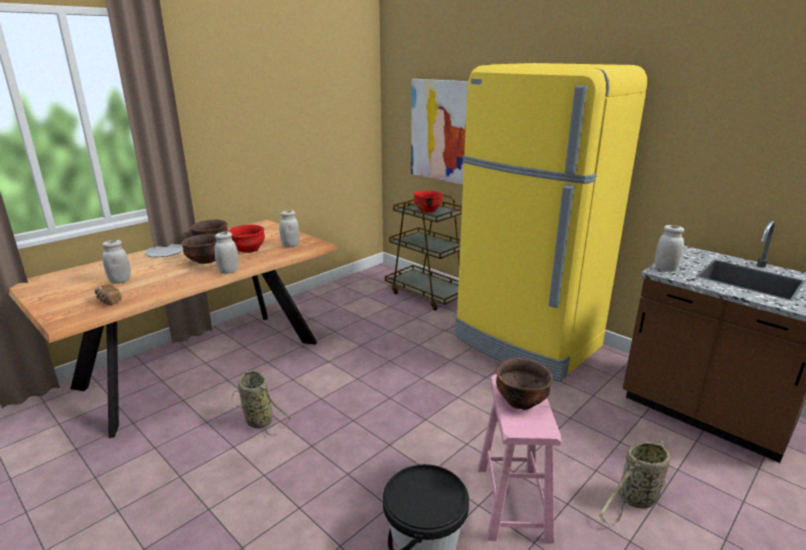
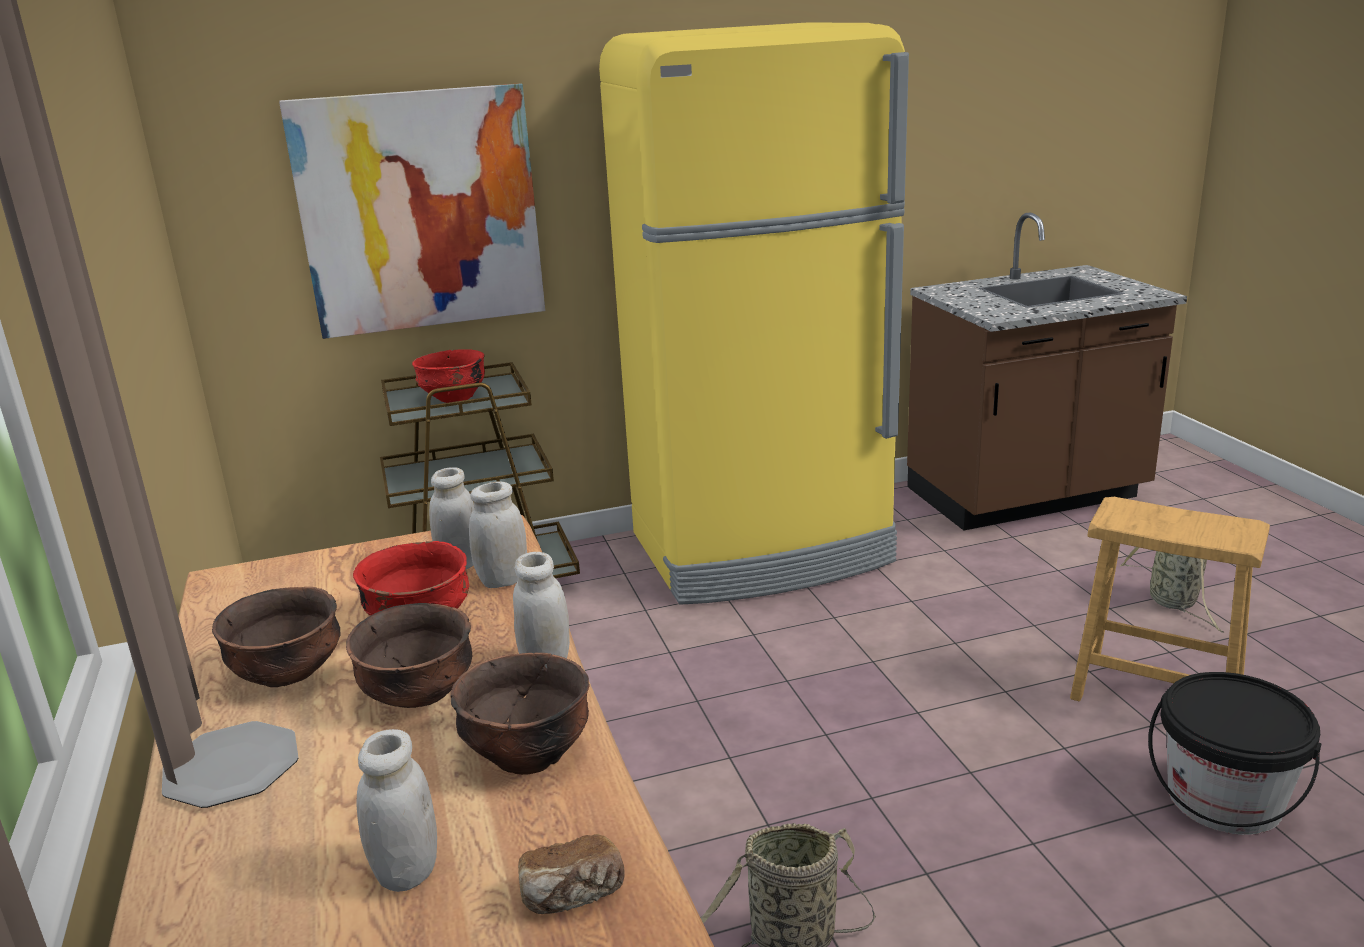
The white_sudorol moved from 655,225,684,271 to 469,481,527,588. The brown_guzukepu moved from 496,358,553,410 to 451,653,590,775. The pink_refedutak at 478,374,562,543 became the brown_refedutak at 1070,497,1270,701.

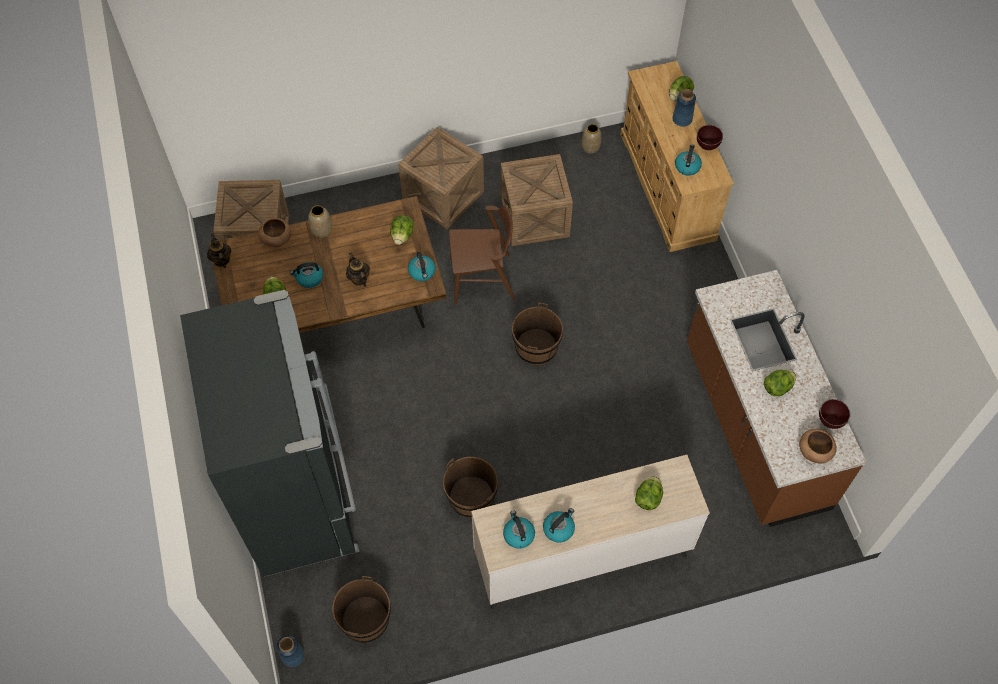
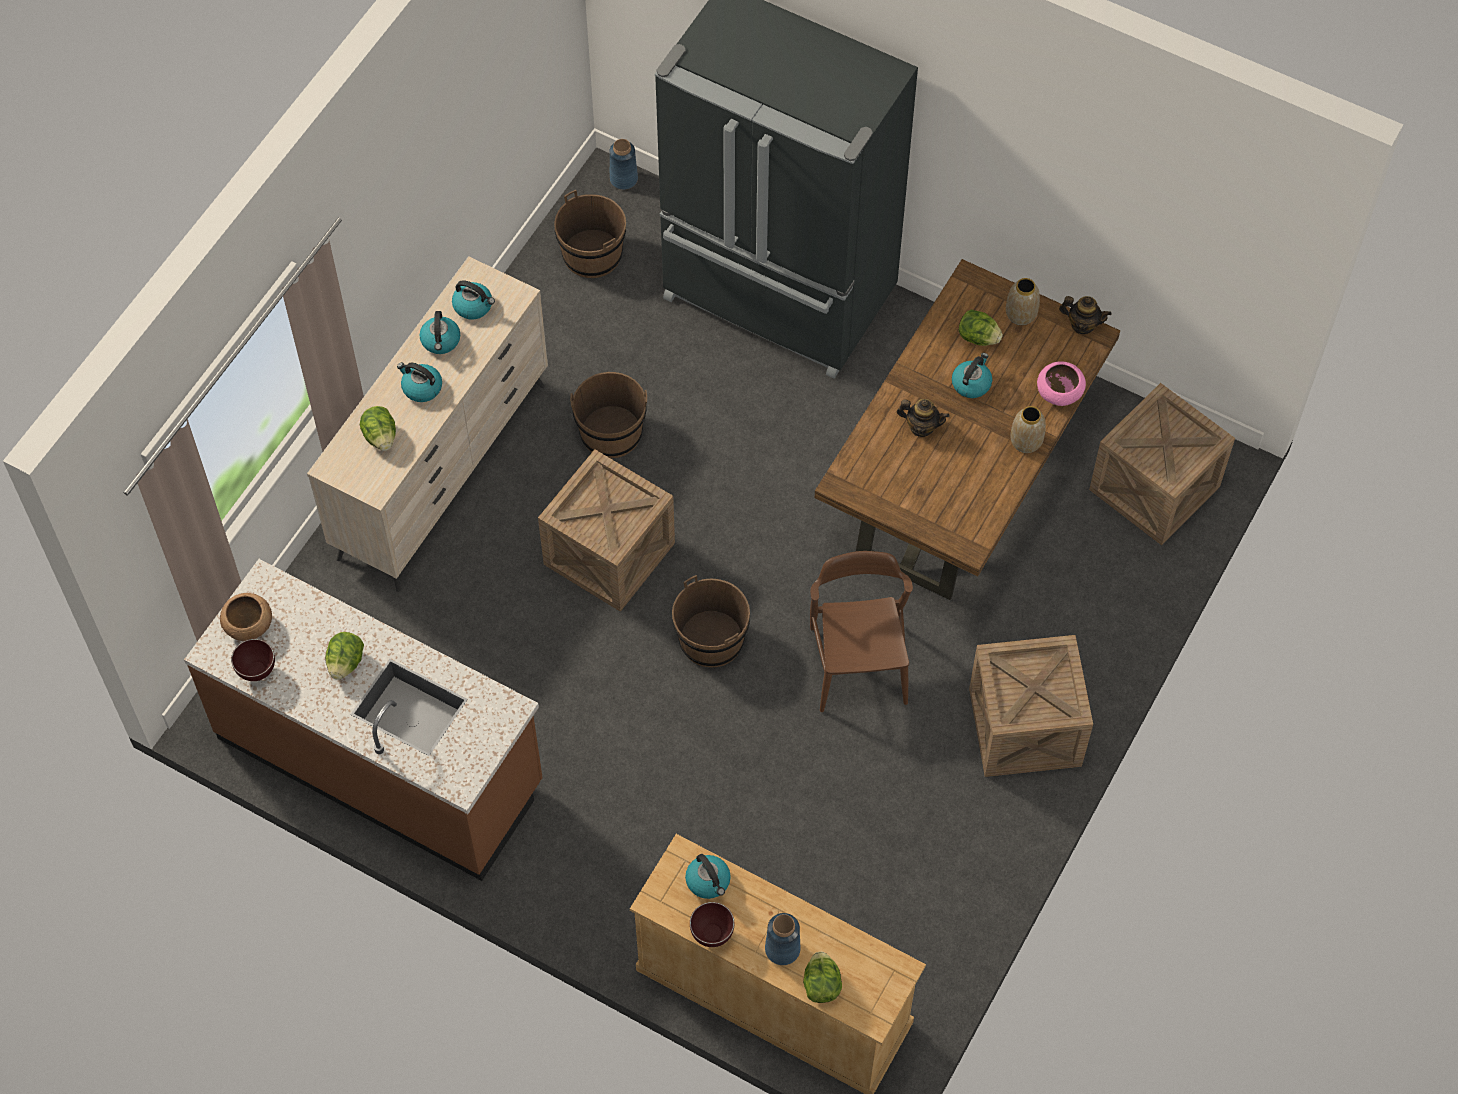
The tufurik moved from 581,124,601,154 to 1006,278,1040,325. The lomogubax moved from 501,154,573,246 to 538,449,675,612. The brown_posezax at 449,205,515,305 turned 135 degrees clockwise. The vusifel at 390,215,414,245 disappeared. The brown_guzukepu at 258,218,291,247 became the pink_guzukepu at 1037,361,1086,406. The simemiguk moved from 408,252,436,281 to 397,362,442,402.

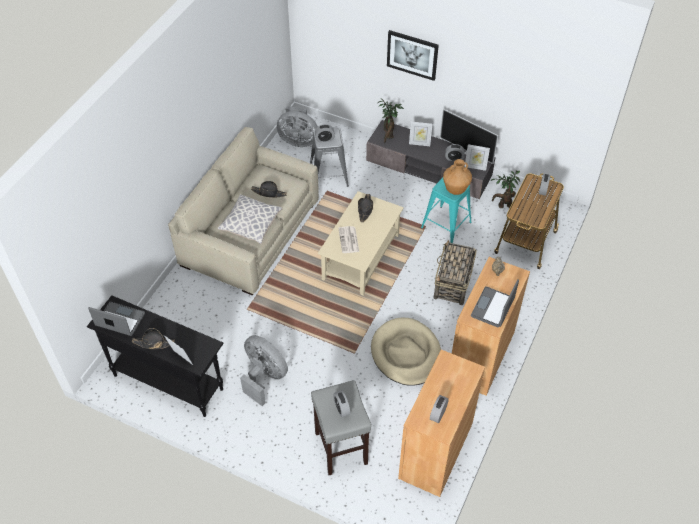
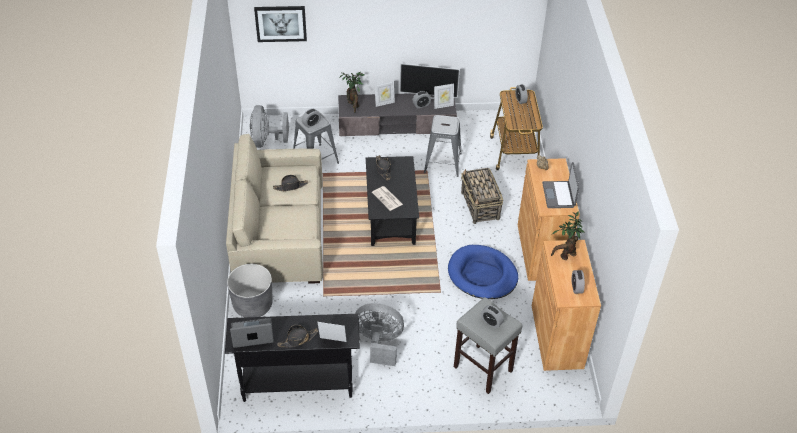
The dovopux moved from 387,30,439,81 to 254,6,307,42. The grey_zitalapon at 277,106,318,147 turned 105 degrees clockwise. The brown_tufurik at 443,159,472,195 disappeared. The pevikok moved from 490,170,520,208 to 551,211,585,260. The turquoise_refedutak at 421,178,472,243 became the grey_refedutak at 424,115,461,177. The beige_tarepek at 318,191,404,296 became the black_tarepek at 366,156,419,246. The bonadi at 218,194,283,244 disappeared. The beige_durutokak at 371,317,441,386 became the blue_durutokak at 448,245,518,299. The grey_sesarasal at 227,264,273,317 appeared.

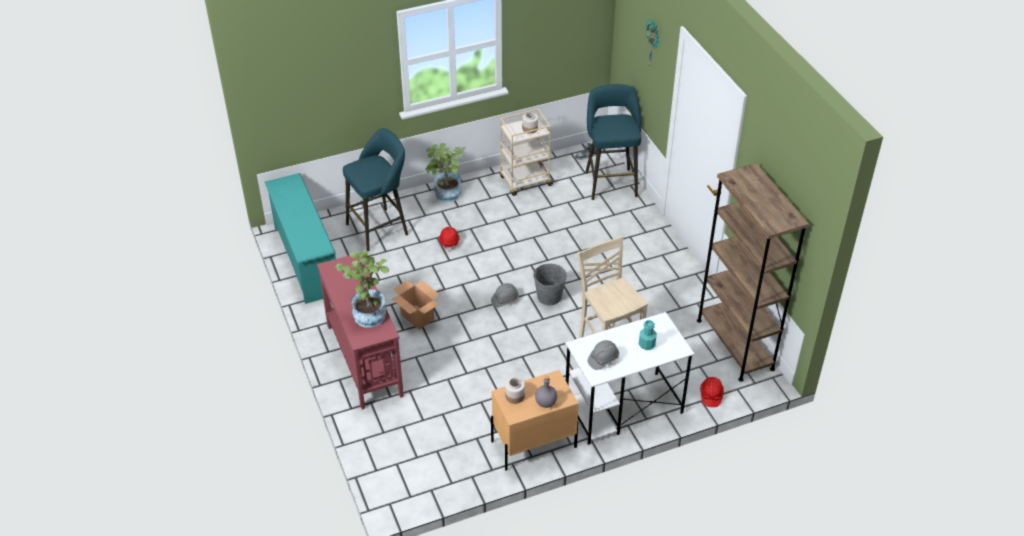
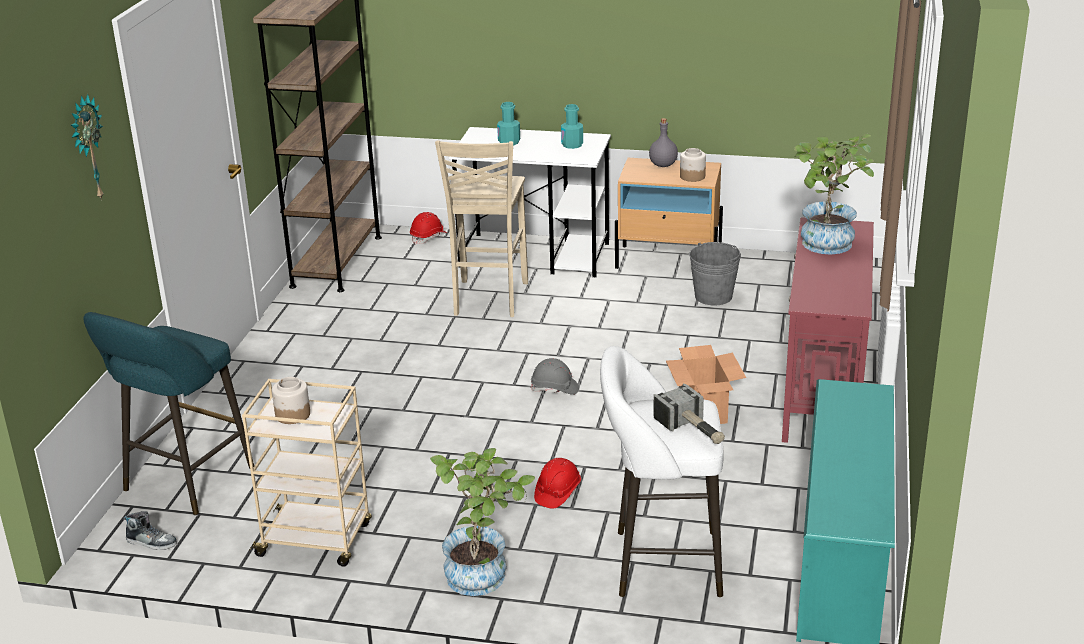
The turquoise_refedutak at 343,128,408,251 became the white_refedutak at 600,346,724,597. The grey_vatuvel moved from 533,263,567,305 to 689,242,741,305. The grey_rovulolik at 587,340,619,370 was replaced by the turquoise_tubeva at 561,104,583,149. The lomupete at 653,384,725,444 appeared.

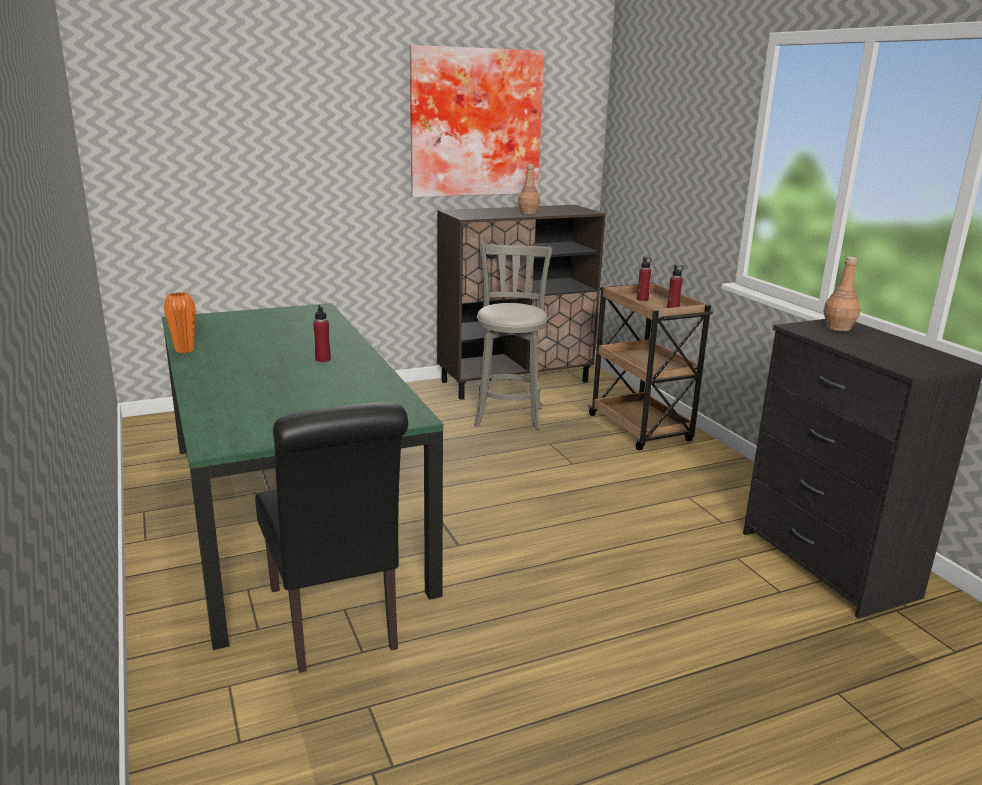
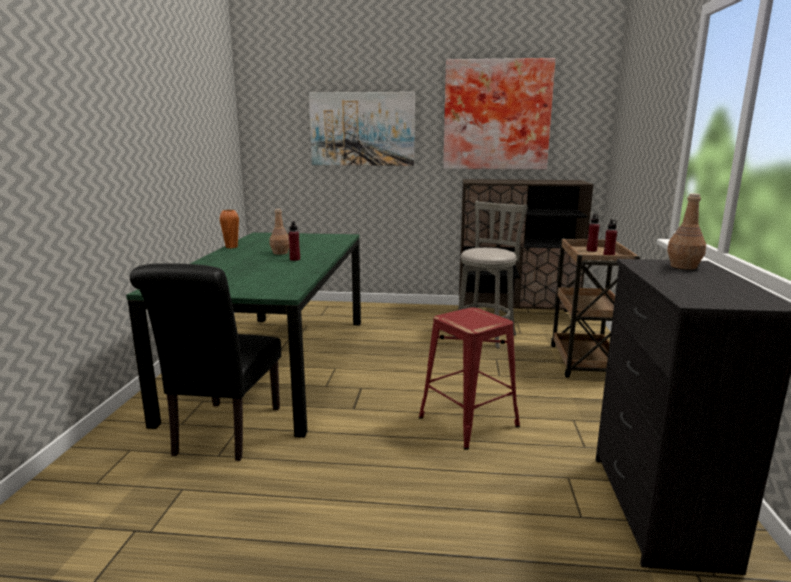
The brown_tubeva moved from 518,164,540,214 to 269,209,289,255. The dovopux at 309,92,415,166 appeared. The red_refedutak at 419,307,520,450 appeared.

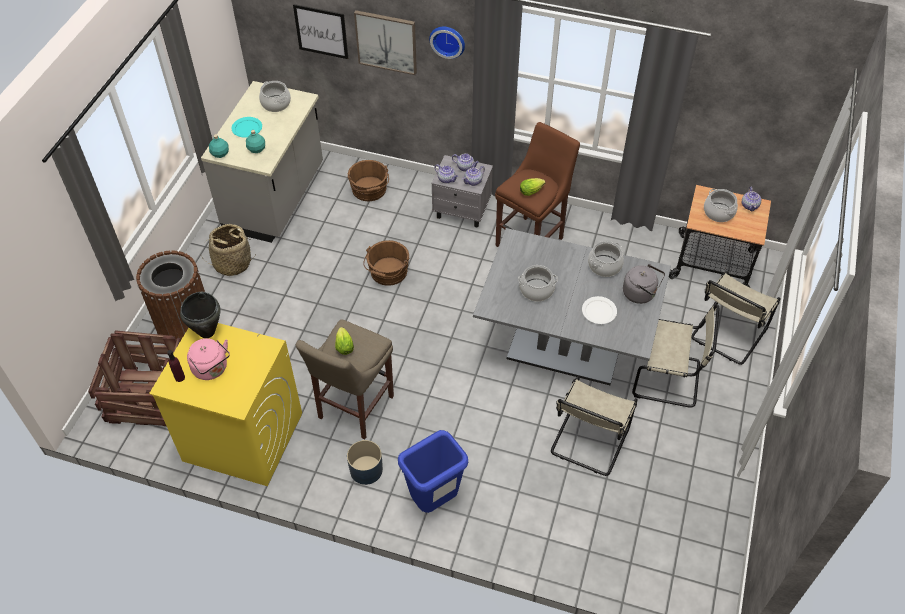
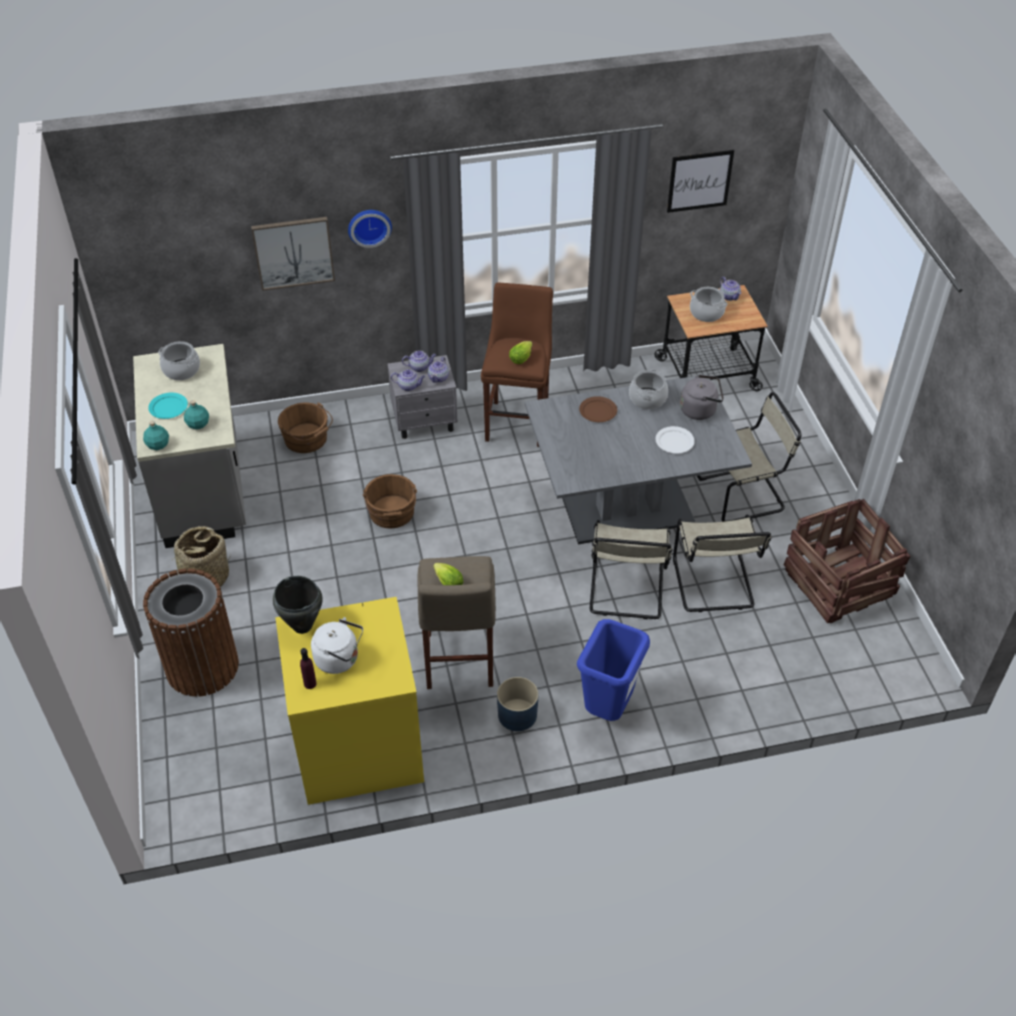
The dovopux moved from 293,4,348,59 to 667,150,734,213. The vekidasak at 518,265,558,302 disappeared. The beige_posezax moved from 691,271,781,365 to 590,520,673,619. The lomogubax moved from 88,330,181,426 to 784,499,911,624. The pink_simemiguk at 187,338,230,380 became the white_simemiguk at 311,617,363,674. The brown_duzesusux at 579,396,617,422 appeared.

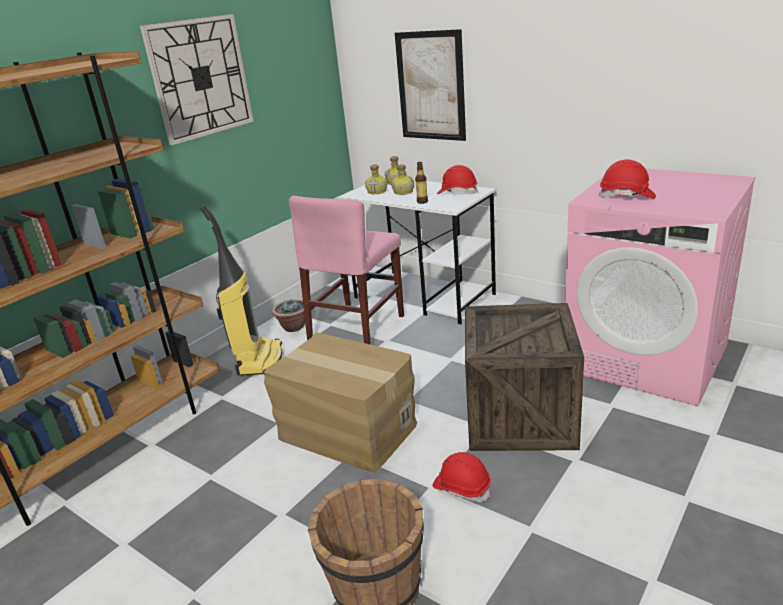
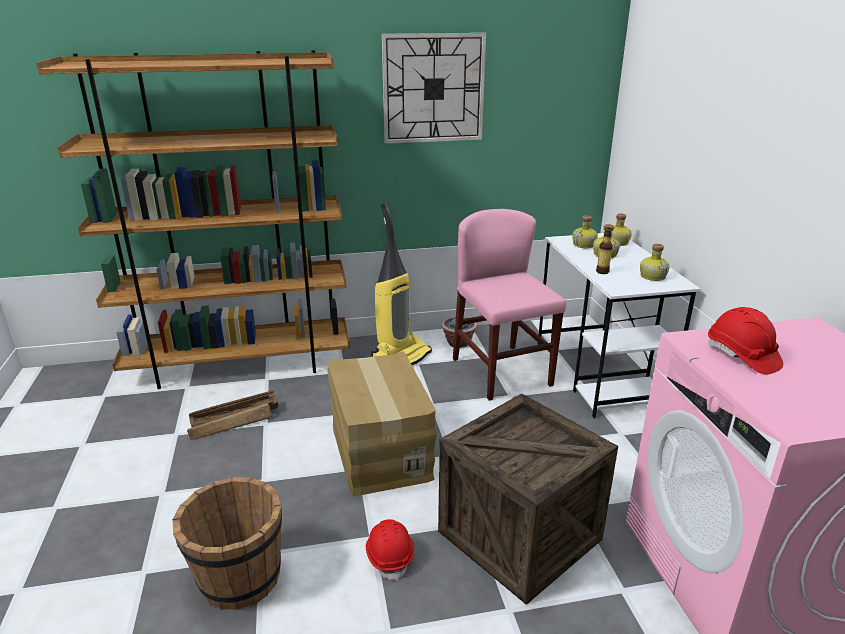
The dovopux at 395,29,466,141 disappeared. The red_rovulolik at 437,165,478,194 was replaced by the tubeva at 640,244,669,281. The pink_posezax at 289,196,404,345 turned 90 degrees clockwise. The lomogubax at 187,391,278,440 appeared.

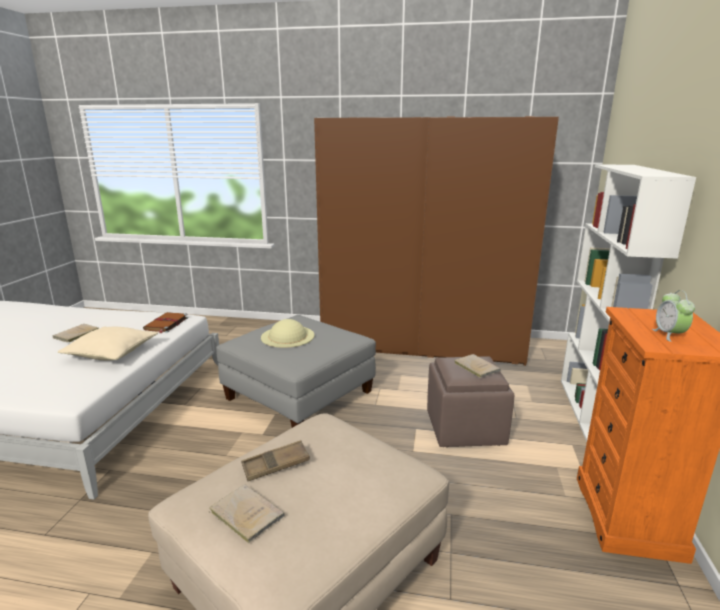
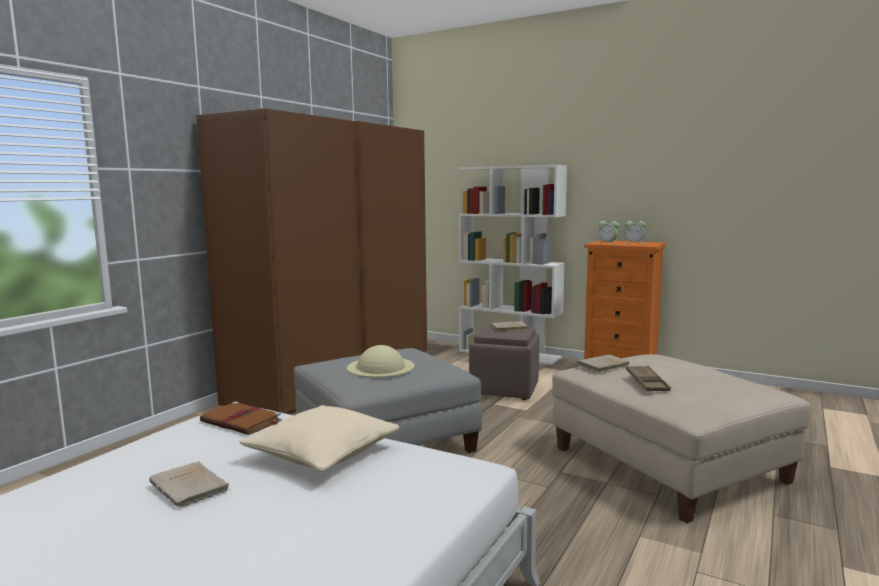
The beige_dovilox moved from 209,485,285,543 to 577,355,630,372. The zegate at 598,221,619,245 appeared.

